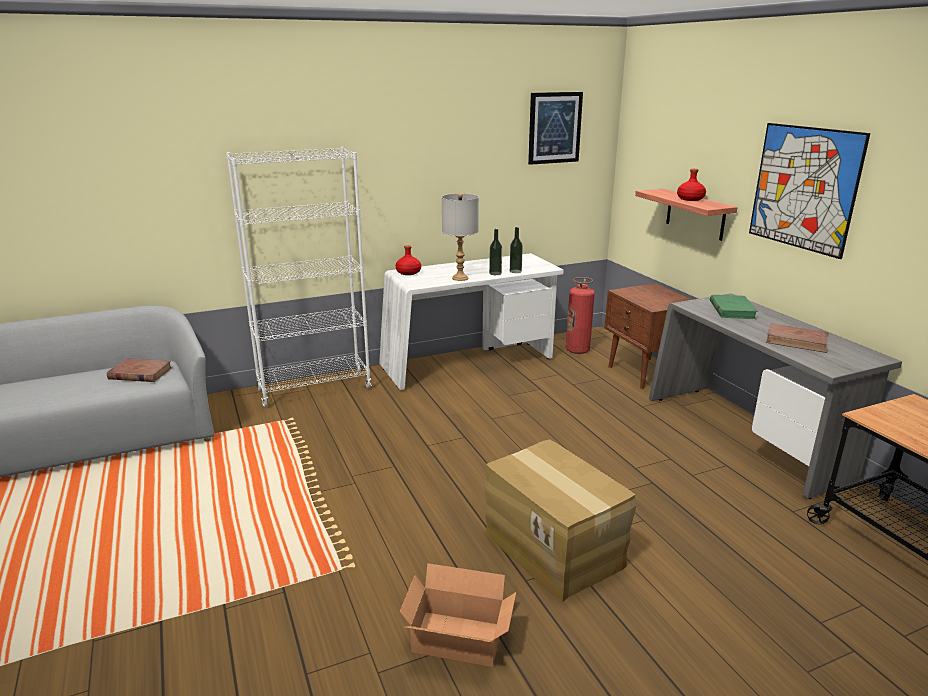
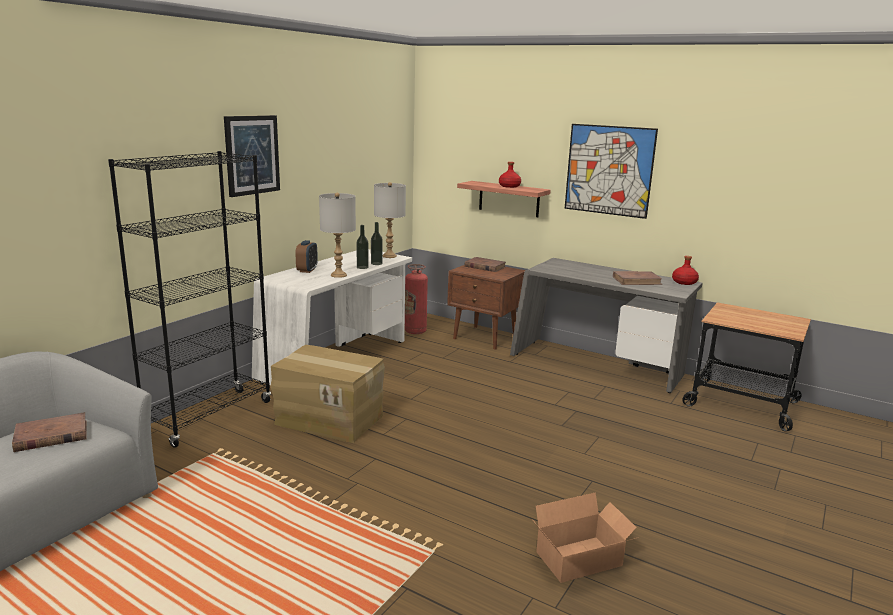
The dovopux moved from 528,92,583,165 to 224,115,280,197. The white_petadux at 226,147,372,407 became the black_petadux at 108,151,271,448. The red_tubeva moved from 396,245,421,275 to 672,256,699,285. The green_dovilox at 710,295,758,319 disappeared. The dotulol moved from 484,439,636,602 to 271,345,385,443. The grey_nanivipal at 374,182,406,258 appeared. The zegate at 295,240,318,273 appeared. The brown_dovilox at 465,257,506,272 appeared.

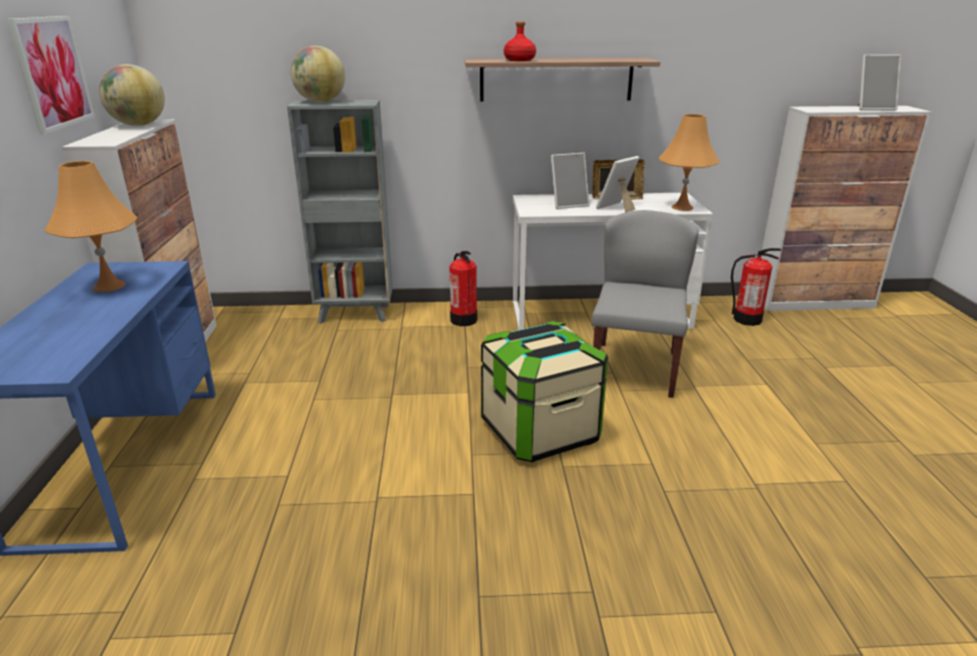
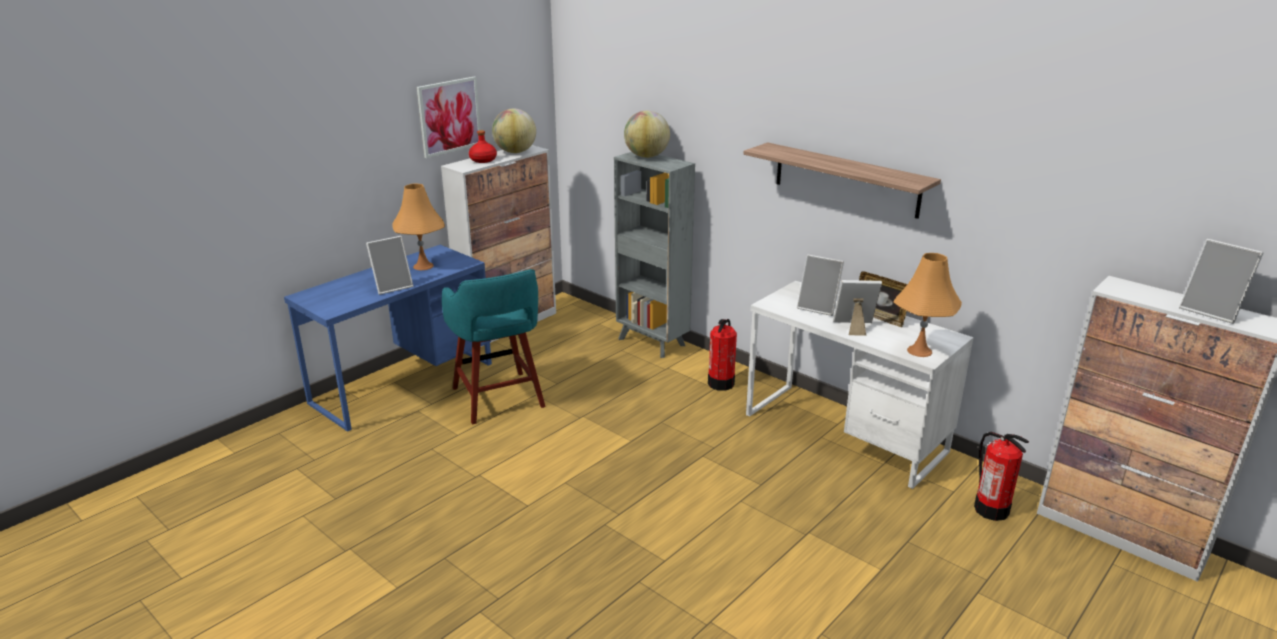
The red_tubeva moved from 504,22,536,61 to 469,130,497,163. The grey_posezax at 592,210,699,398 disappeared. The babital at 481,321,608,462 disappeared. The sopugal at 366,236,413,295 appeared. The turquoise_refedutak at 442,269,546,425 appeared.

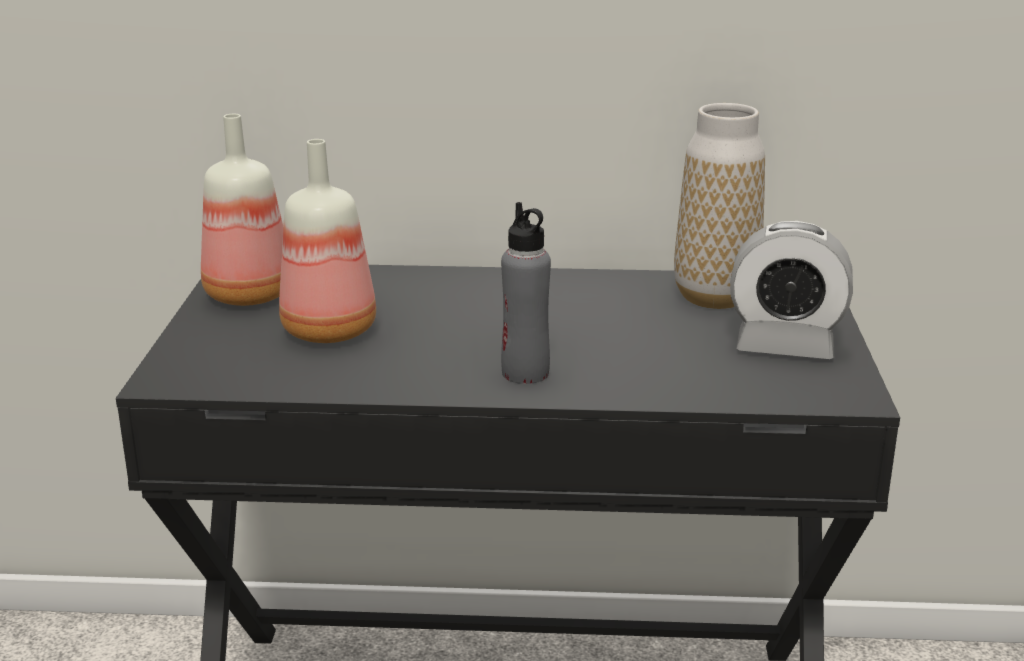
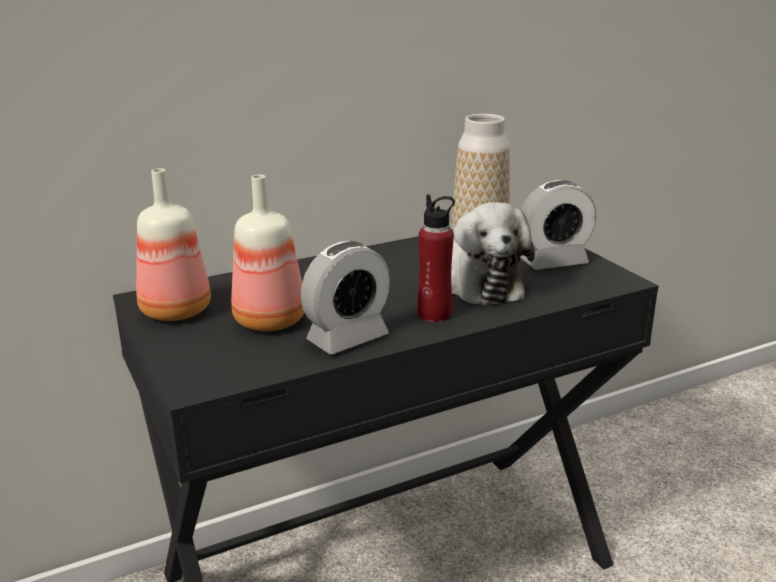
The grey_tubeva at 501,202,551,384 became the red_tubeva at 418,194,455,322. The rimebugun at 451,202,535,306 appeared. The zegate at 301,241,390,354 appeared.

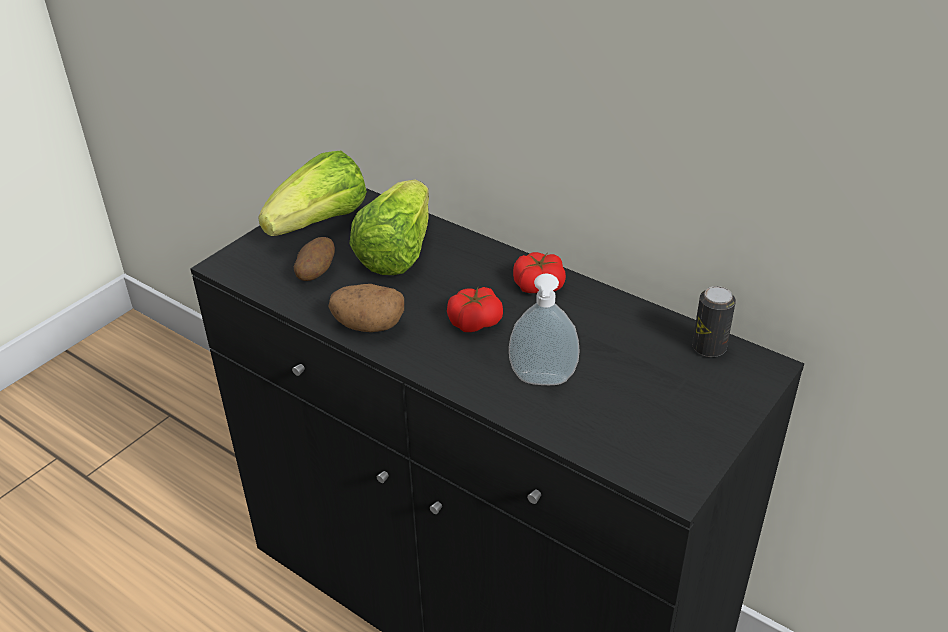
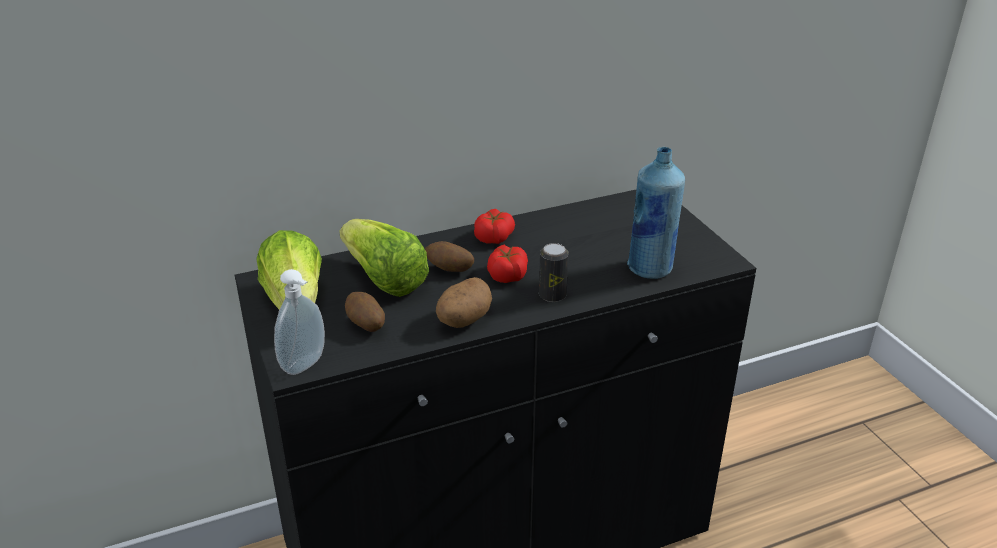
The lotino moved from 509,273,580,385 to 274,269,325,375. The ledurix moved from 692,286,736,357 to 539,243,569,302. The blue_tubeva at 627,146,685,279 appeared. The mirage at 425,241,474,272 appeared.

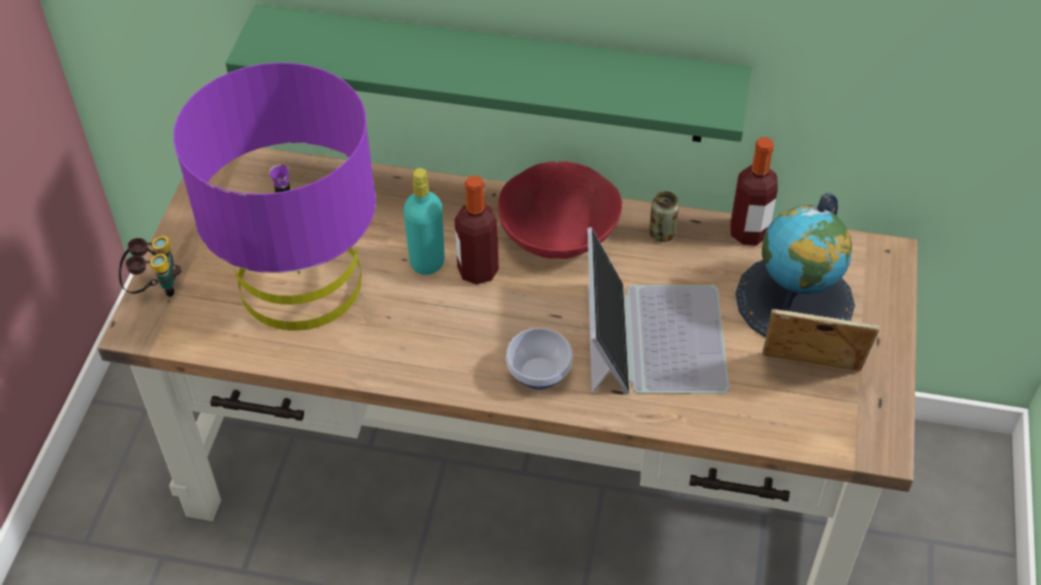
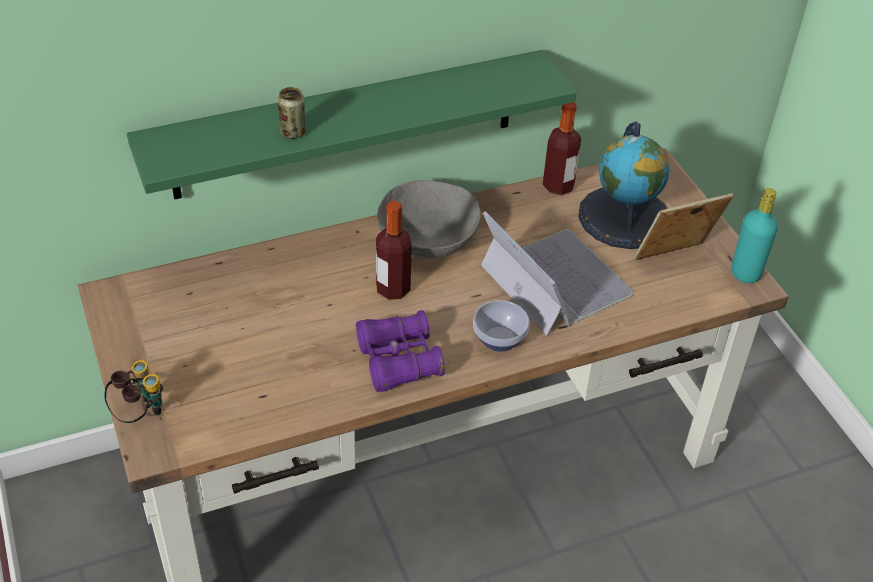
The purple_nanivipal at 173,63,376,331 disappeared. The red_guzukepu at 498,161,622,259 became the grey_guzukepu at 377,180,480,258. The turquoise_tubeva moved from 403,168,445,275 to 731,188,778,283. The ledurix moved from 649,191,679,242 to 278,87,306,139. The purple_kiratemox at 356,310,445,392 appeared.

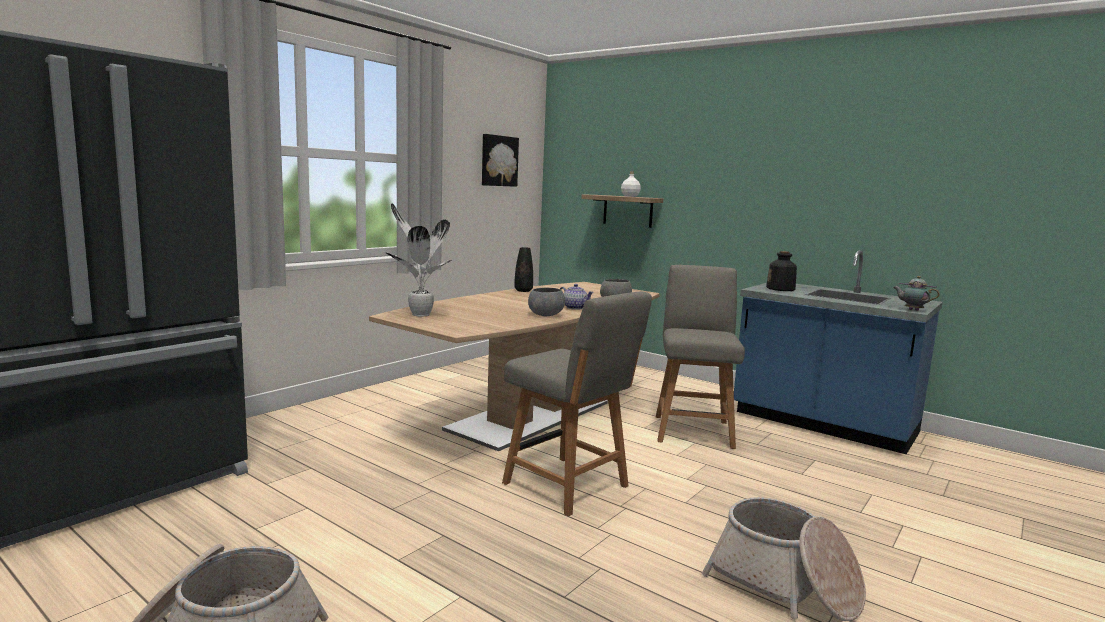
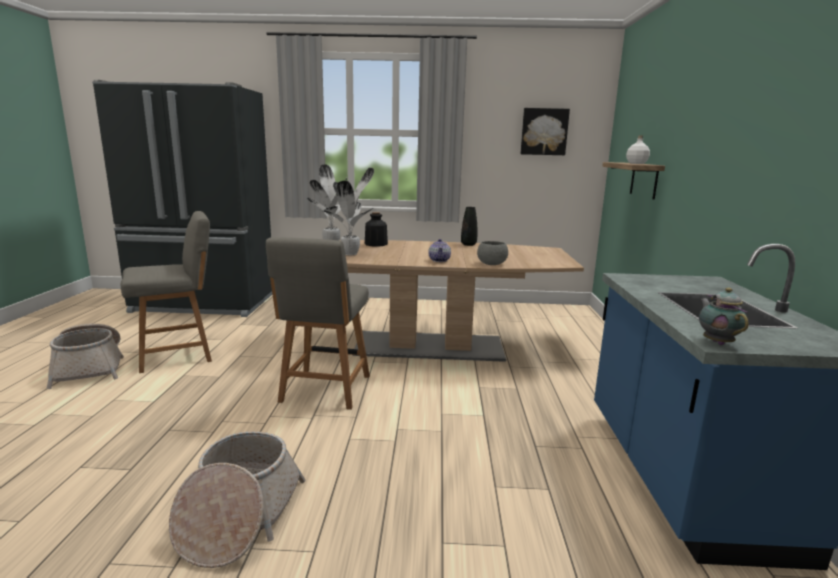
The tubeva moved from 766,251,797,291 to 365,212,388,247. The grey_posezax moved from 656,265,745,449 to 120,211,212,373. The grey_guzukepu at 528,288,565,316 disappeared. The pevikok at 323,168,374,255 appeared.

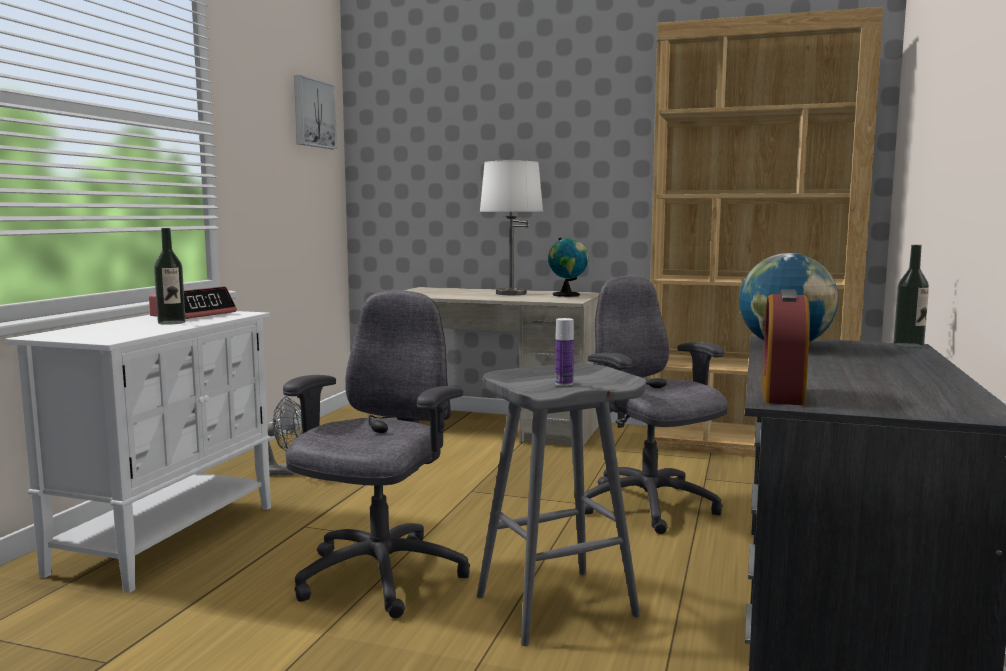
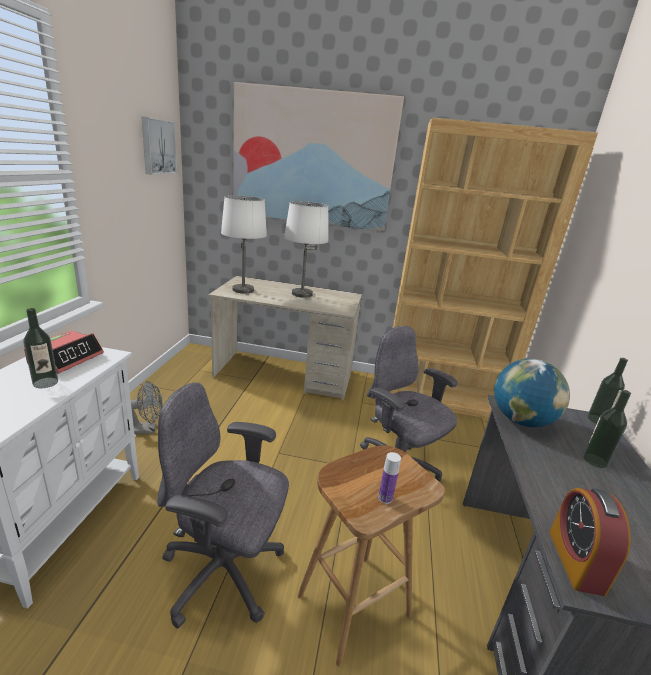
The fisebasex at 548,238,588,297 disappeared. The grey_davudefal at 283,290,470,618 turned 90 degrees counterclockwise. The grey_refedutak at 477,364,646,646 became the brown_refedutak at 297,445,445,667. The dovopux at 233,82,404,232 appeared. The white_nanivipal at 221,195,267,293 appeared. The tubeva at 583,390,631,468 appeared.

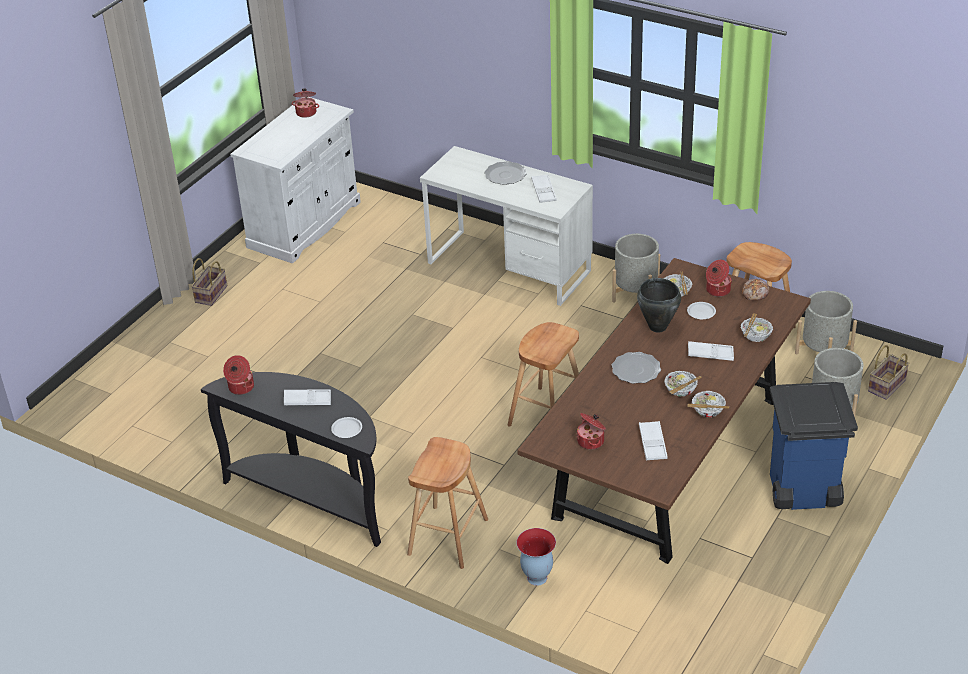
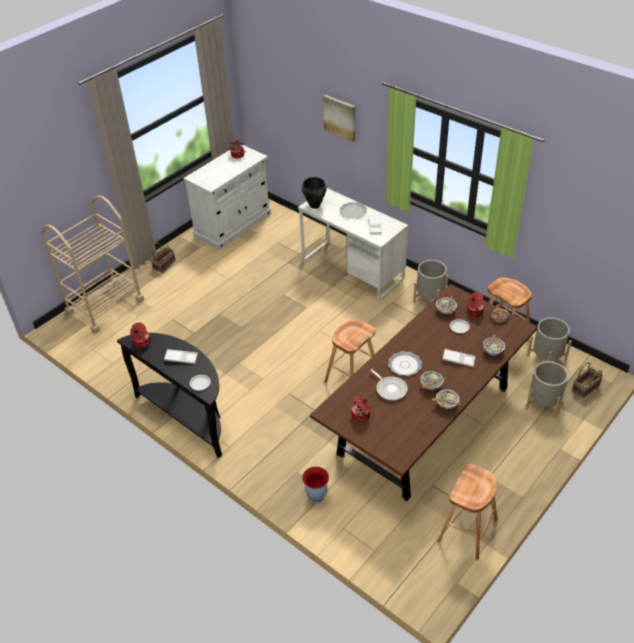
The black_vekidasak moved from 637,278,681,333 to 302,177,327,209. The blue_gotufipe at 770,382,858,510 disappeared. The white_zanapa at 639,421,667,460 disappeared. The brown_refedutak moved from 407,437,488,569 to 437,464,498,560. The dovopux at 323,95,355,142 appeared. The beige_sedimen at 41,195,145,334 appeared. The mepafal at 371,369,408,401 appeared.

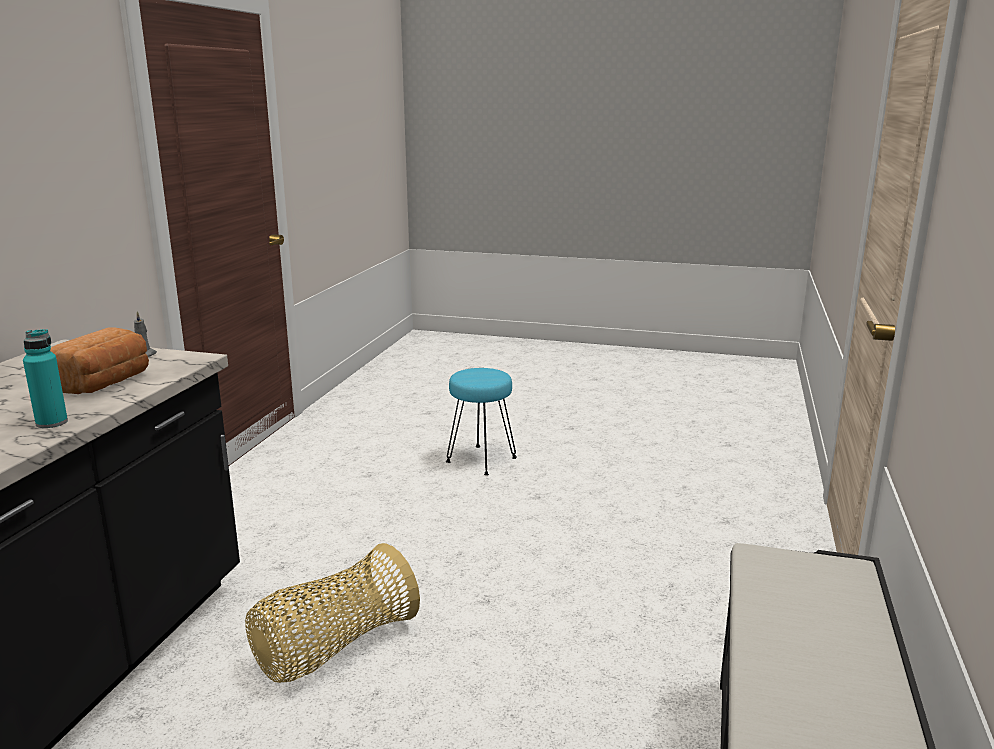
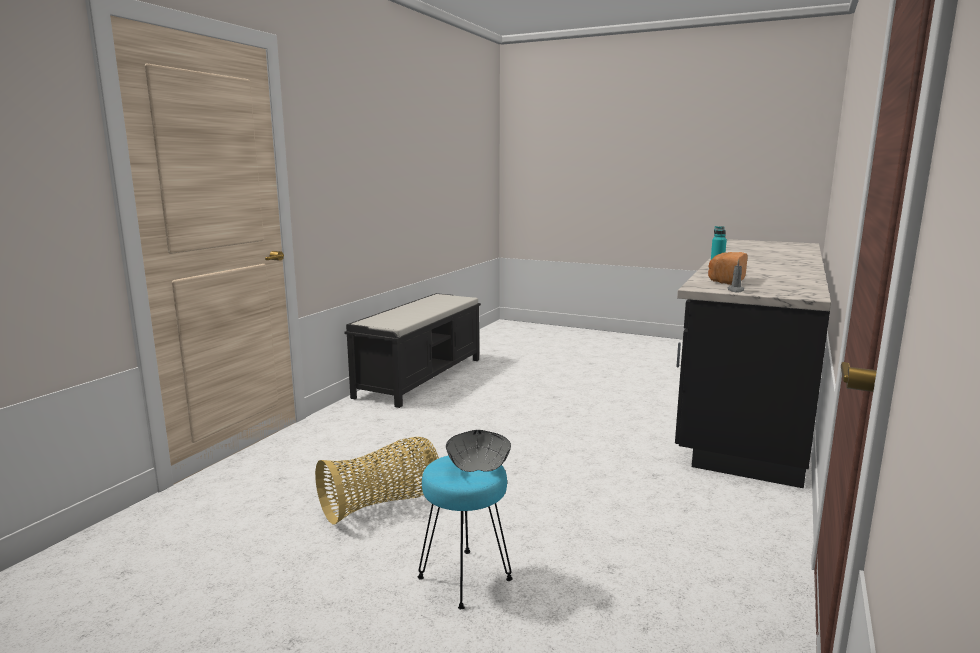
The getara moved from 245,543,420,683 to 315,437,439,524. The grey_guzukepu at 446,430,511,472 appeared.

